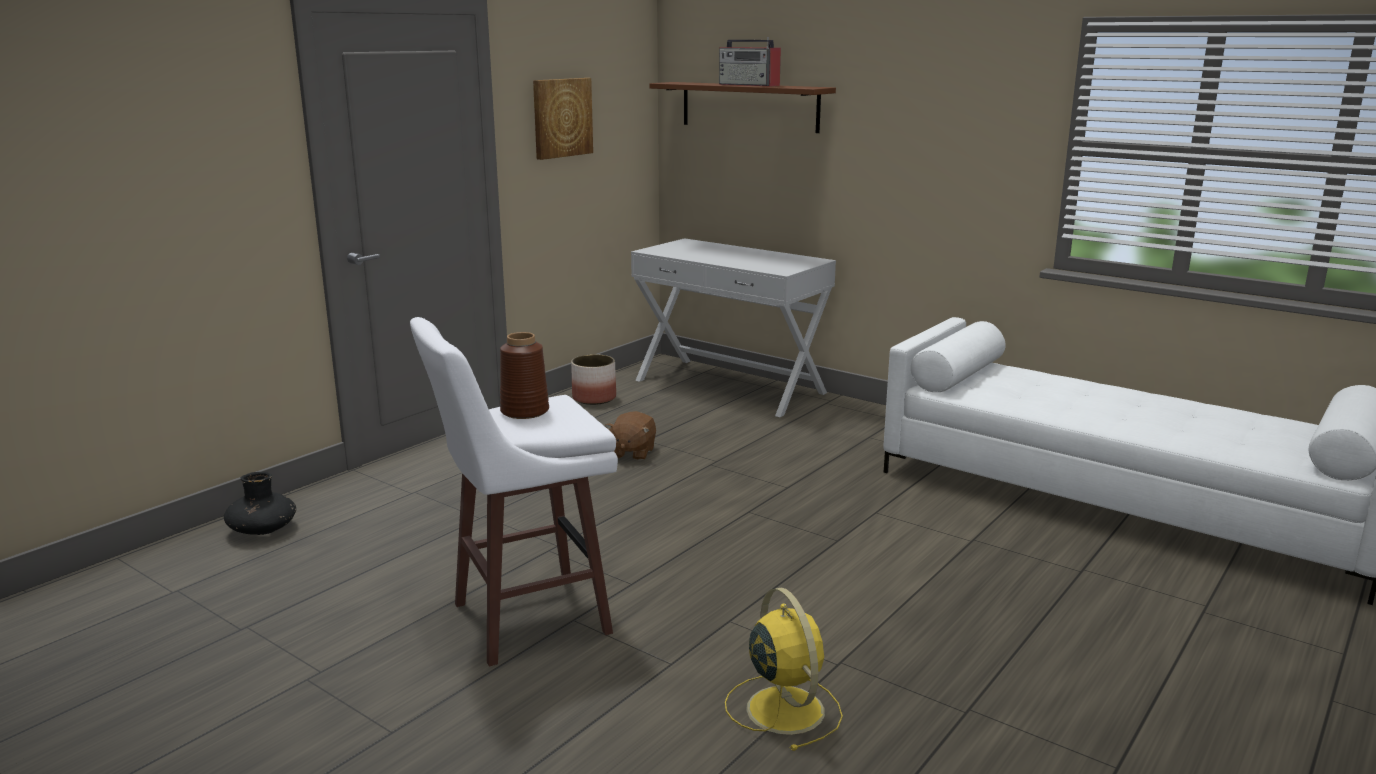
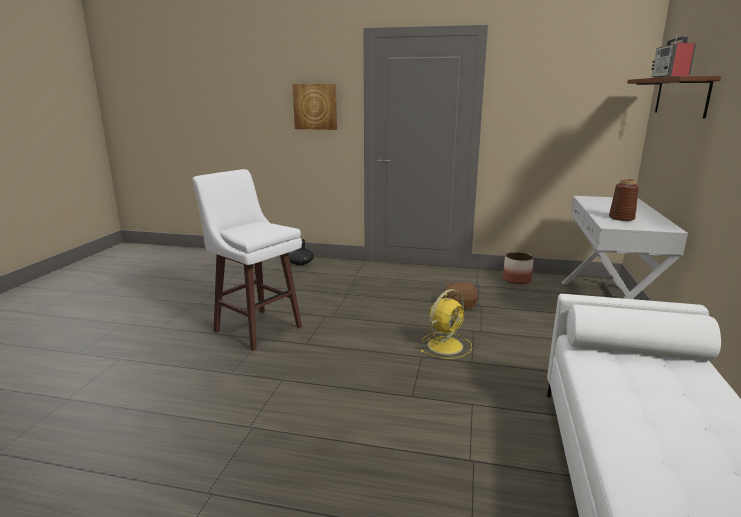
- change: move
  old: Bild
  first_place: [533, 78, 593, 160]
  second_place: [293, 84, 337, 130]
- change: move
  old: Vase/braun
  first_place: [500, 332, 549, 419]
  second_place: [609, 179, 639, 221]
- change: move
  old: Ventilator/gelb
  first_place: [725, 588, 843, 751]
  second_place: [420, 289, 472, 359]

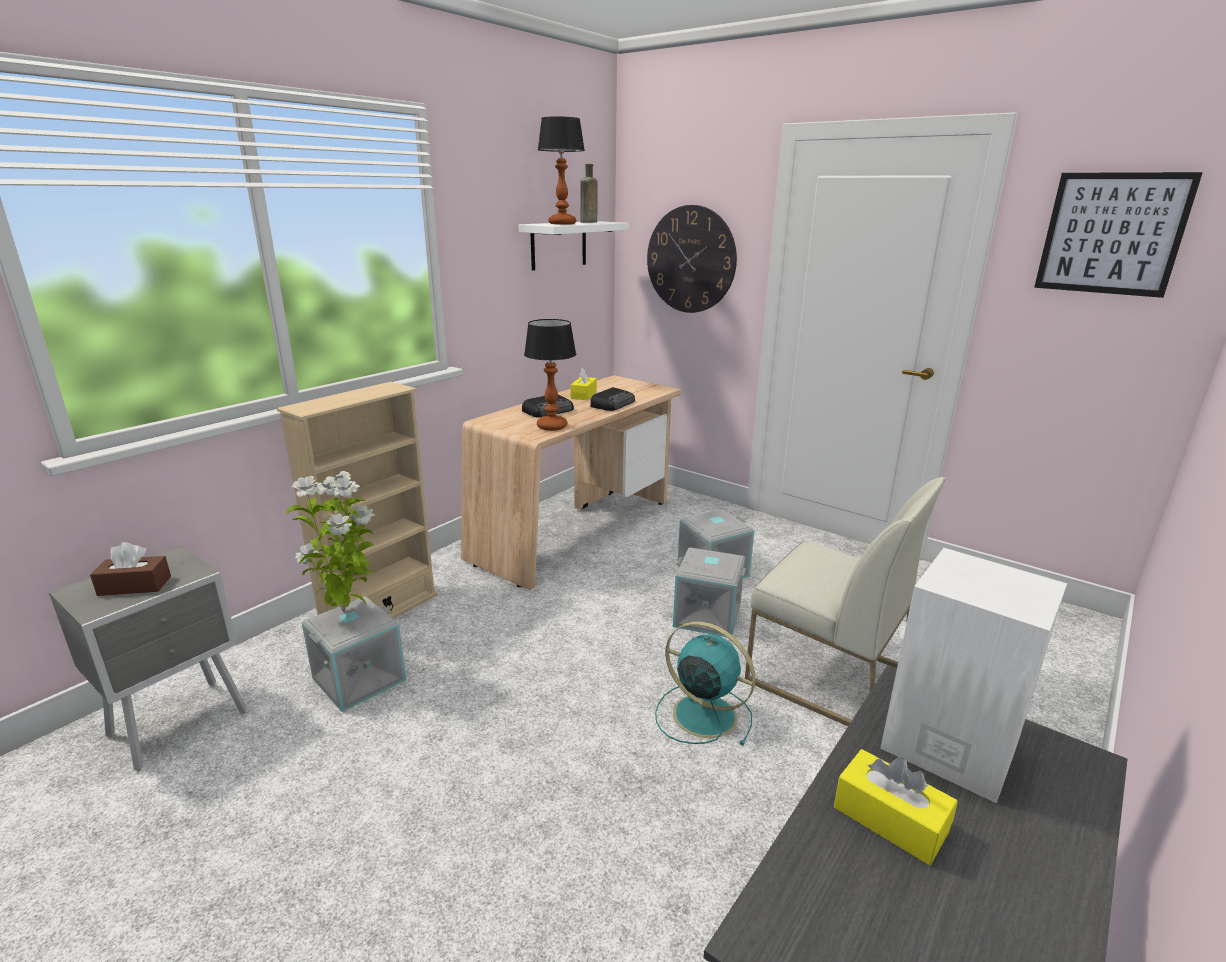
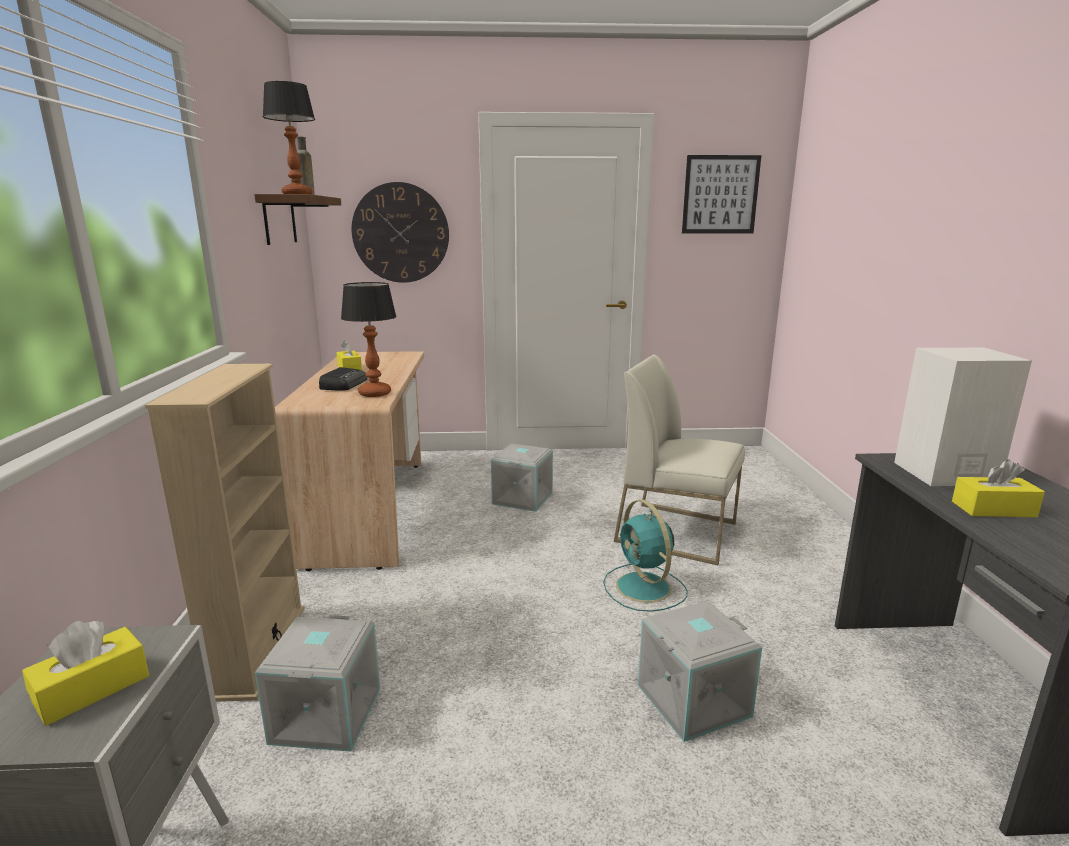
- change: recolor
  old: Wandregal/weiß
  new: Wandregal/braun
  first_place: [518, 221, 629, 271]
  second_place: [254, 194, 341, 245]
- change: delete
  old: Radio
  first_place: [590, 387, 635, 411]
- change: delete
  old: Topfpflanze
  first_place: [286, 471, 375, 613]
- change: rotate
  old: Stuhl/weiß
  first_place: [745, 477, 946, 726]
  second_place: [614, 354, 745, 565]
  degrees: -150
- change: recolor
  old: Taschentuchbox/braun
  new: Taschentuchbox/gelb
  first_place: [90, 542, 171, 596]
  second_place: [22, 621, 149, 726]
- change: move
  old: Aufbewahrungsbox/grau
  first_place: [673, 548, 746, 637]
  second_place: [638, 601, 762, 742]
- change: rotate
  old: Ventilator/türkis
  first_place: [655, 621, 756, 746]
  second_place: [603, 500, 688, 612]
  degrees: -105

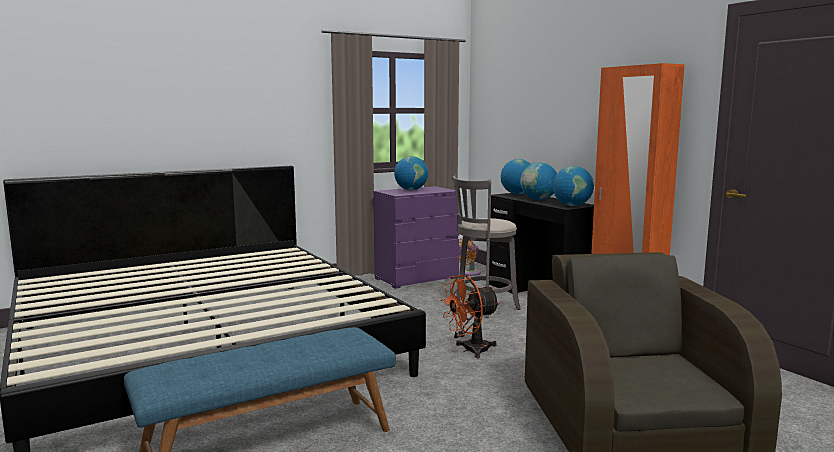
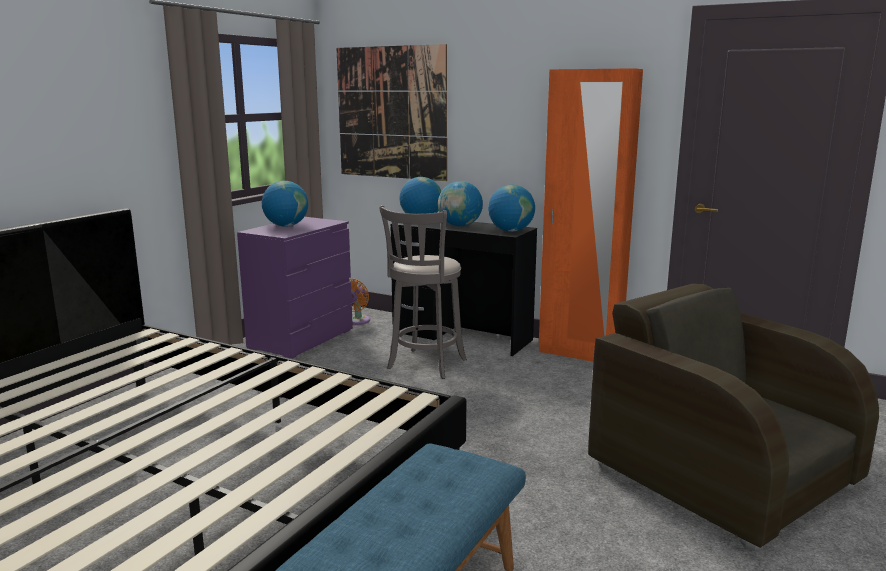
- change: delete
  old: Ventilator/orange
  first_place: [440, 275, 500, 358]
- change: insert
  new: Bild
  second_place: [337, 44, 447, 181]

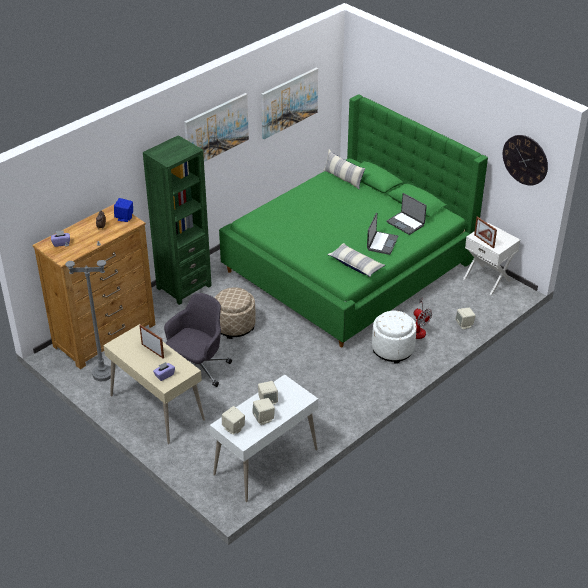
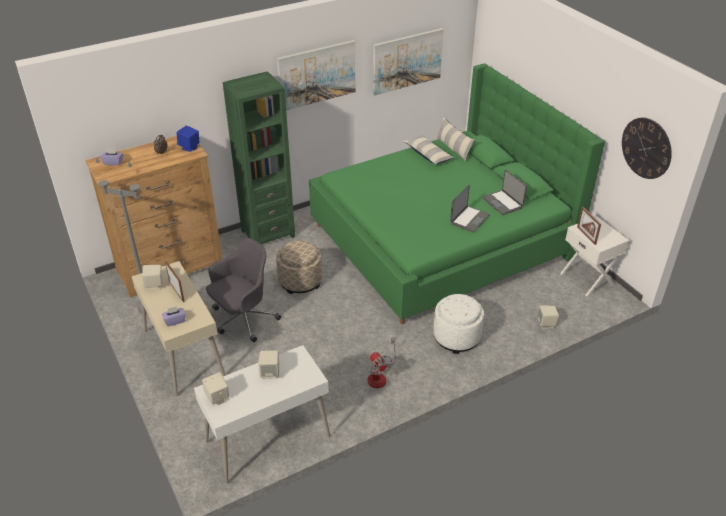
- change: move
  old: Kissen
  first_place: [327, 243, 385, 277]
  second_place: [403, 135, 454, 165]
- change: move
  old: Ventilator
  first_place: [413, 298, 432, 339]
  second_place: [368, 338, 396, 388]
- change: move
  old: Lautsprecher/beige
  first_place: [252, 398, 275, 425]
  second_place: [142, 265, 163, 291]

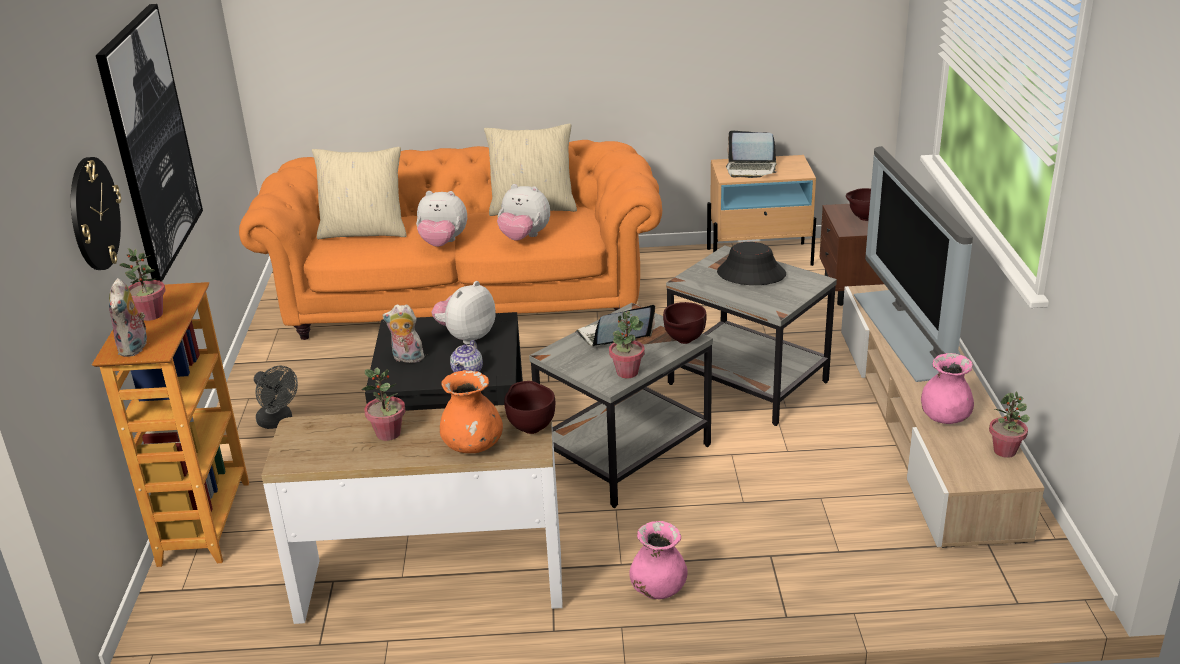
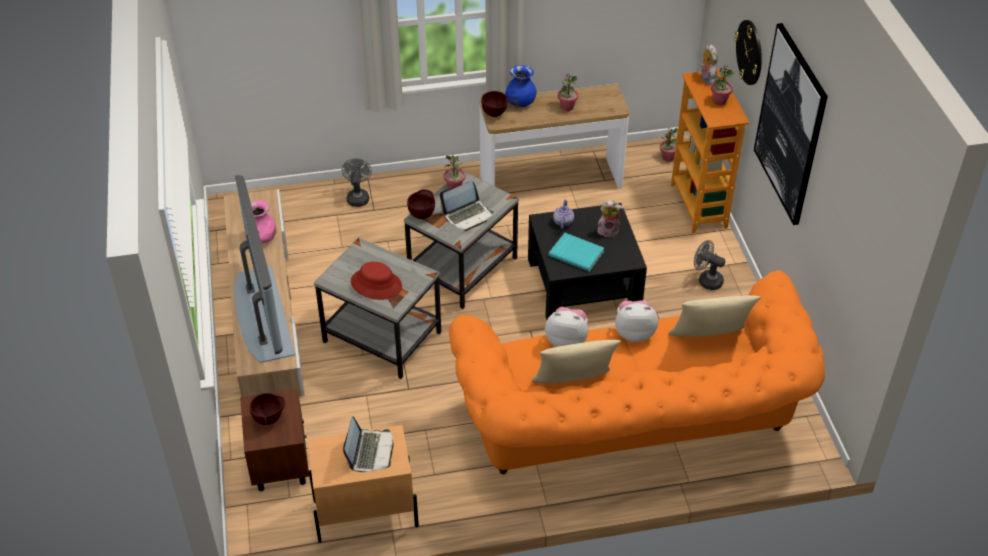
- change: rotate
  old: Laptop
  first_place: [726, 130, 777, 178]
  second_place: [343, 416, 394, 472]
  degrees: 90
- change: recolor
  old: Hut/schwarz
  new: Hut/rot
  first_place: [717, 242, 786, 285]
  second_place: [351, 261, 402, 300]
- change: replace
  old: Plüschtier
  new: Buch/türkis
  first_place: [432, 281, 496, 344]
  second_place: [549, 233, 604, 272]
- change: recolor
  old: Vase/orange
  new: Vase/blau
  first_place: [440, 370, 503, 453]
  second_place: [505, 65, 536, 107]
- change: move
  old: Topfpflanze
  first_place: [989, 391, 1030, 458]
  second_place: [660, 128, 678, 162]
- change: delete
  old: Vase/rosa
  first_place: [629, 521, 688, 599]
- change: insert
  new: Ventilator/grau
  second_place: [342, 158, 372, 207]

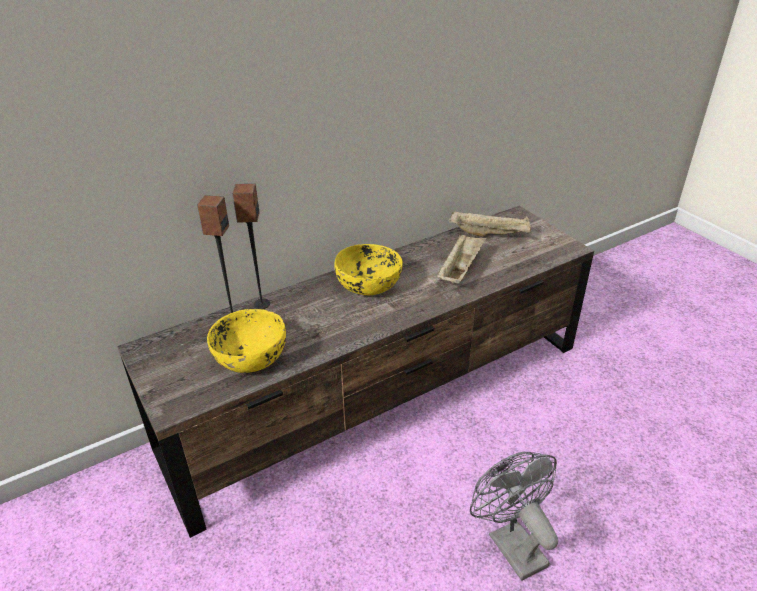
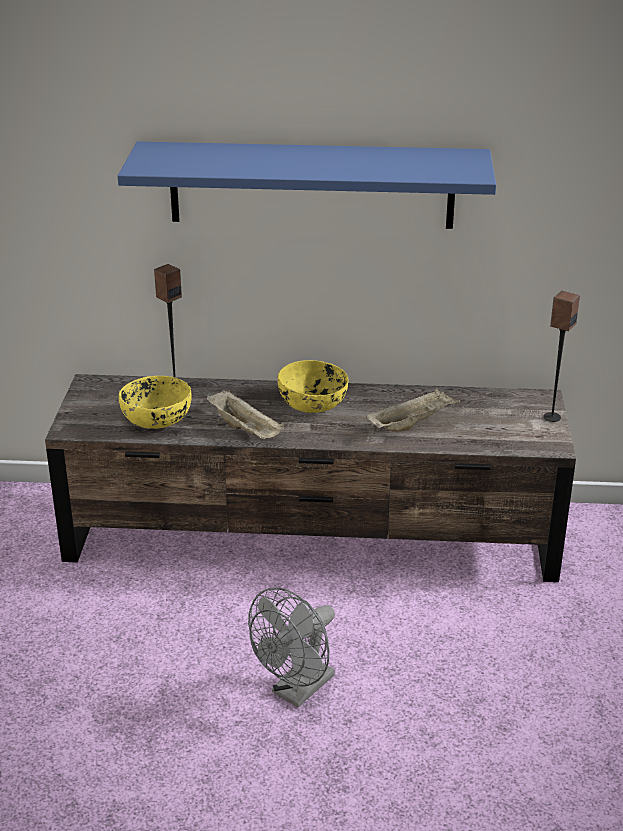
- change: move
  old: Lautsprecher
  first_place: [232, 184, 270, 309]
  second_place: [543, 291, 580, 422]
- change: move
  old: Tablett/beige
  first_place: [449, 211, 531, 237]
  second_place: [207, 390, 284, 439]
- change: rotate
  old: Ventilator/grau
  first_place: [470, 452, 558, 581]
  second_place: [248, 587, 335, 707]
  degrees: -150
- change: insert
  new: Wandregal/blau
  second_place: [117, 141, 496, 229]

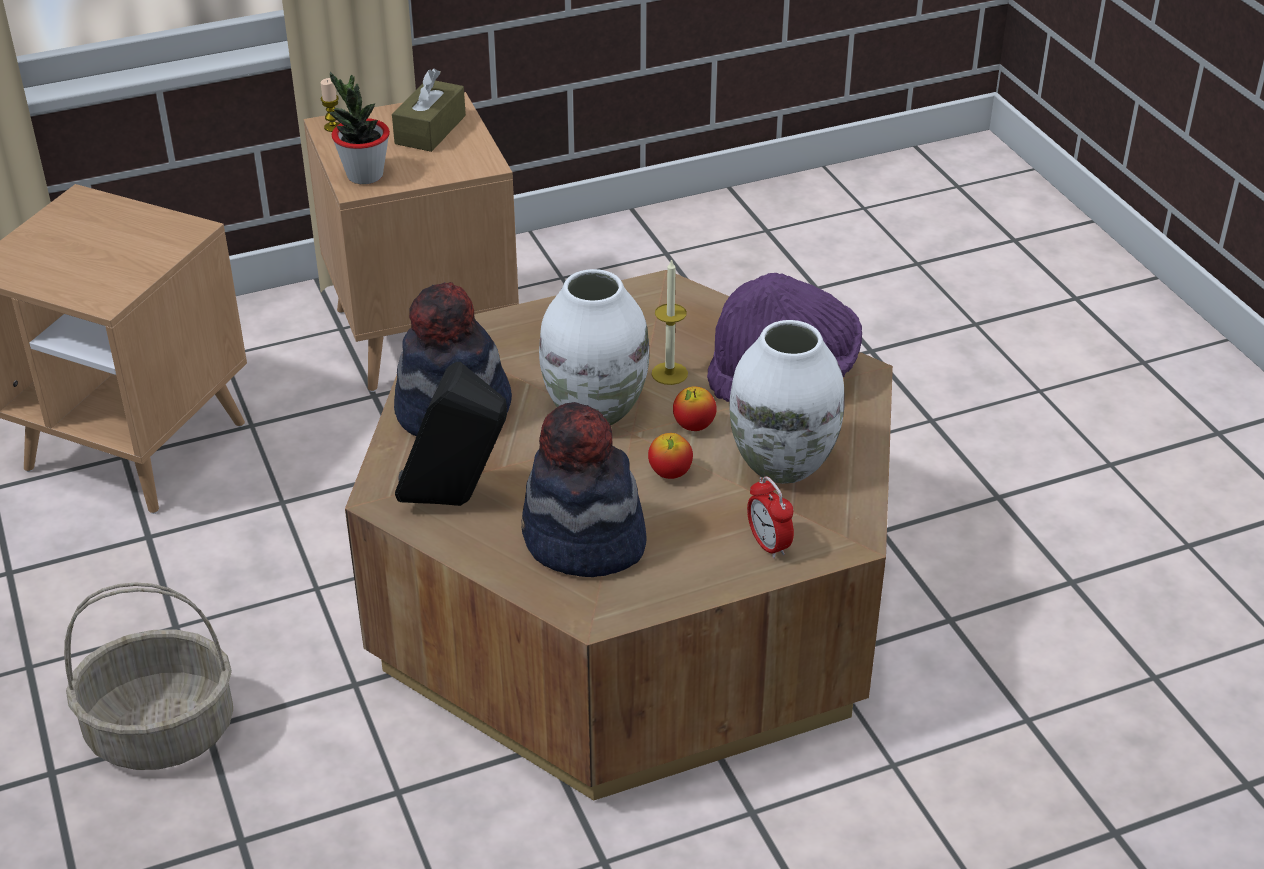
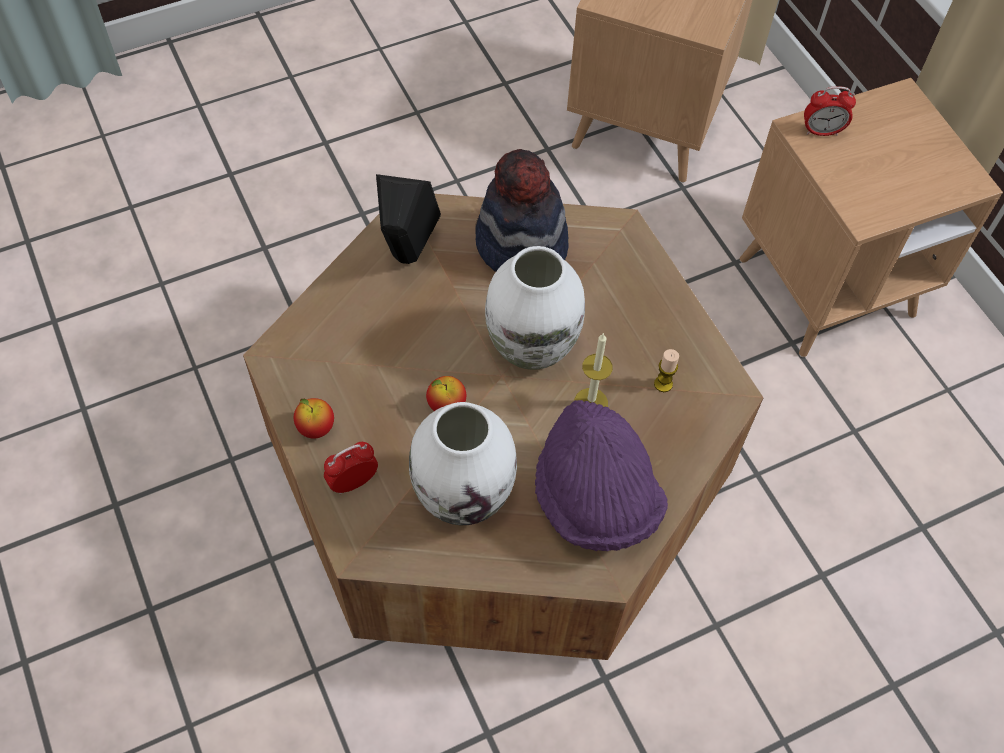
- change: delete
  old: Taschentuchbox/braun
  first_place: [392, 68, 466, 152]
- change: replace
  old: Topfpflanze
  new: Wecker
  first_place: [330, 72, 390, 184]
  second_place: [804, 86, 856, 136]
- change: move
  old: Kerze
  first_place: [321, 78, 340, 132]
  second_place: [654, 349, 679, 392]
- change: move
  old: Apfel
  first_place: [673, 386, 717, 431]
  second_place: [294, 398, 334, 439]
- change: delete
  old: Hut
  first_place: [521, 402, 647, 577]
- change: delete
  old: Korb
  first_place: [64, 582, 233, 770]

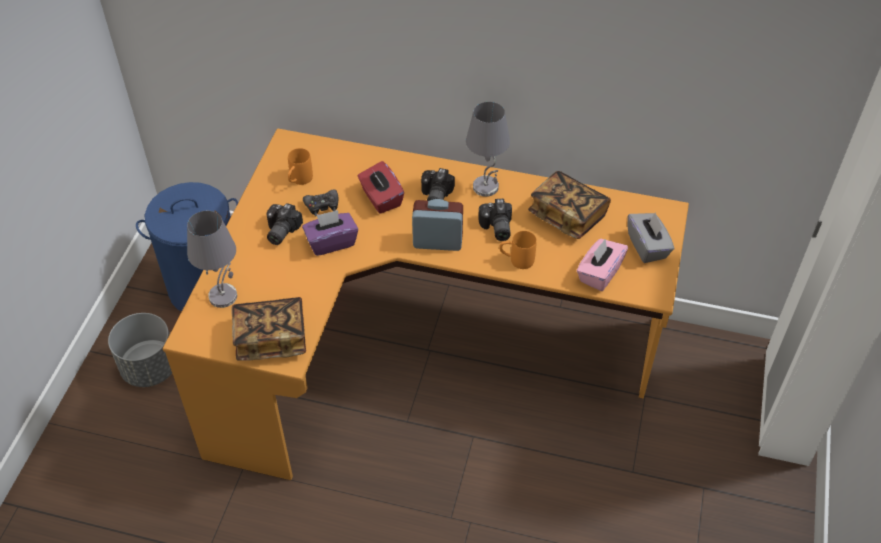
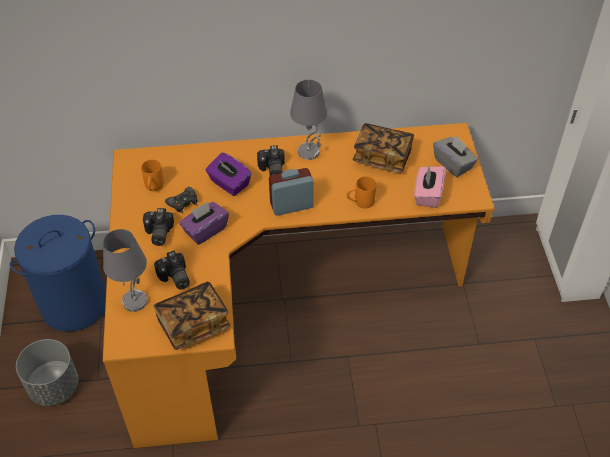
- change: recolor
  old: Taschentuchbox/rot
  new: Taschentuchbox/lila
  first_place: [358, 161, 404, 214]
  second_place: [205, 153, 252, 196]
- change: move
  old: Kamera
  first_place: [478, 199, 512, 241]
  second_place: [154, 250, 190, 289]

